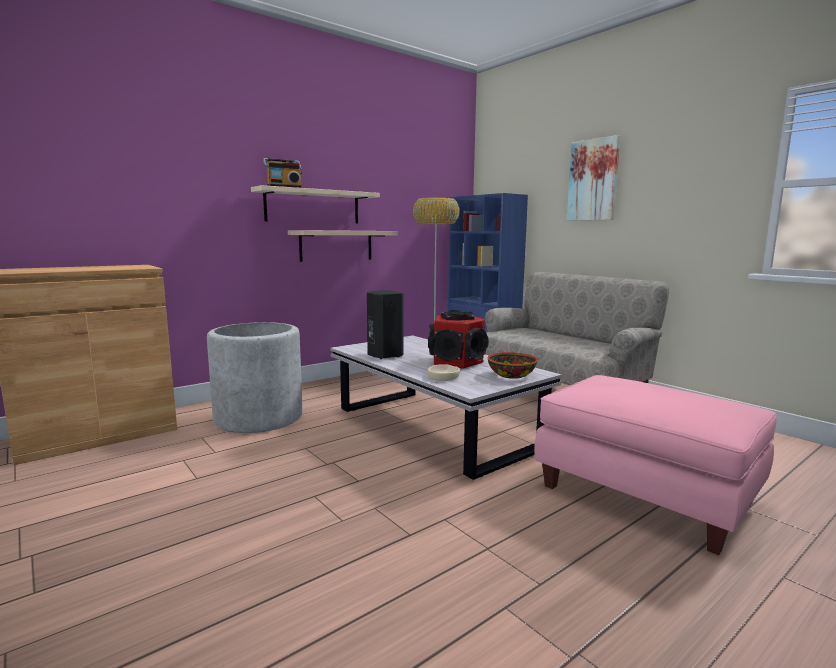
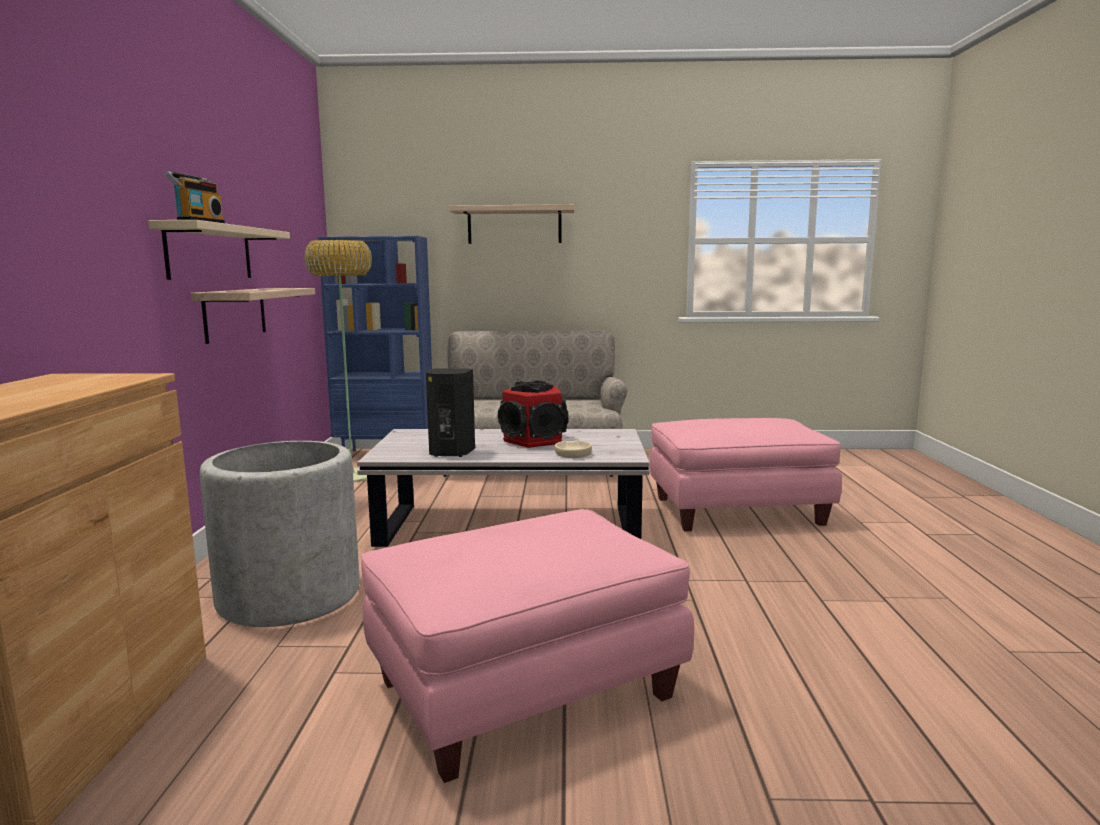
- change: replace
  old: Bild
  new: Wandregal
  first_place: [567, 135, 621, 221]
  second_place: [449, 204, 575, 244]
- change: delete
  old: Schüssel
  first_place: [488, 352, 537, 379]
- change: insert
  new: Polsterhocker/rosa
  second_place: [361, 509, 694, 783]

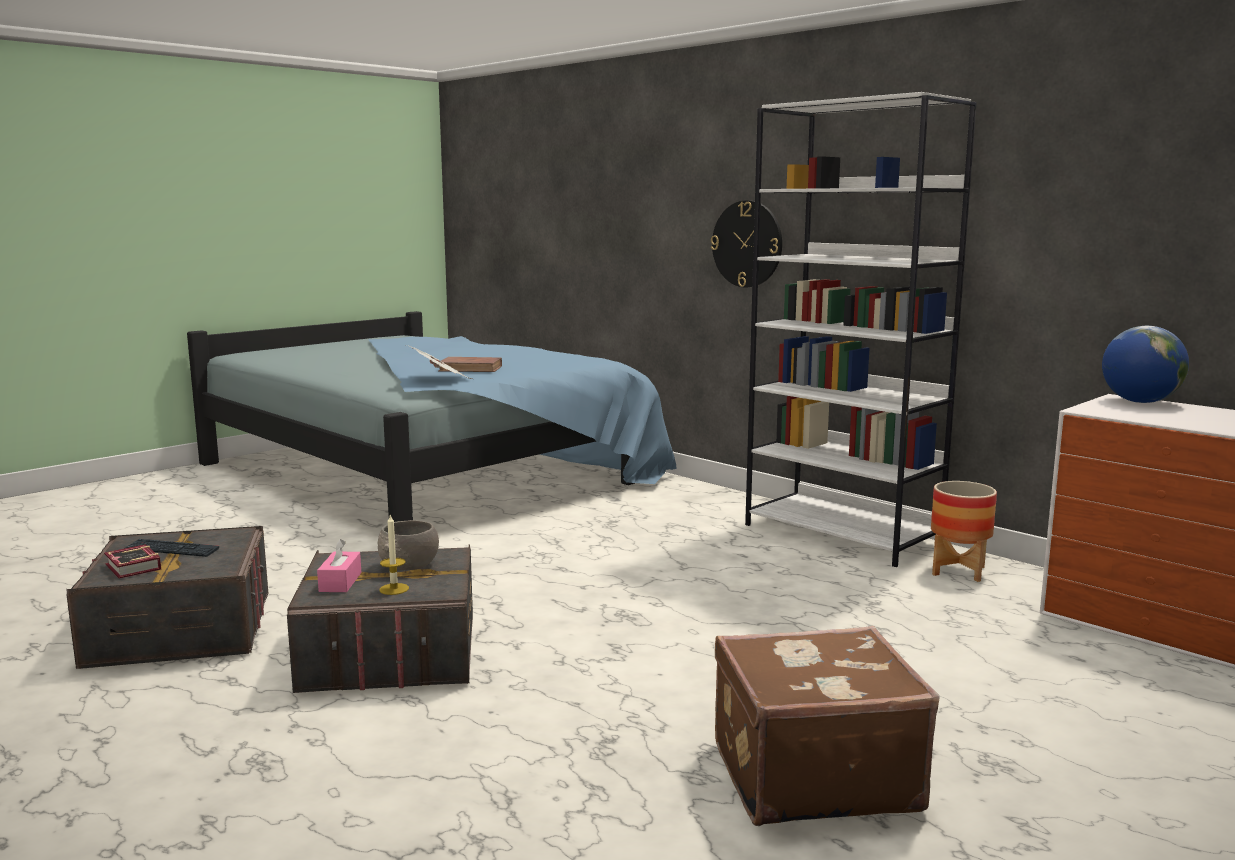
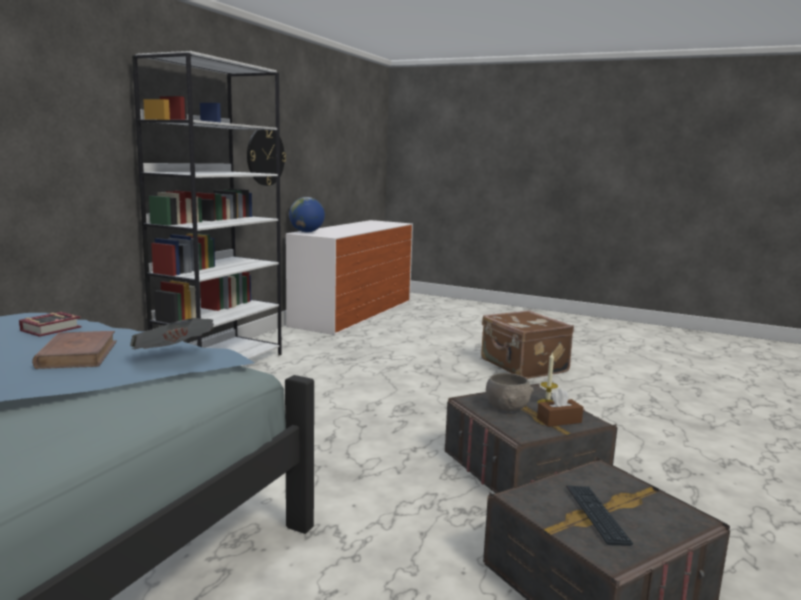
- change: move
  old: Wanduhr
  first_place: [711, 200, 782, 288]
  second_place: [247, 130, 286, 186]
- change: delete
  old: Pflanzkübel
  first_place: [931, 481, 997, 582]
- change: recolor
  old: Taschentuchbox/rosa
  new: Taschentuchbox/braun
  first_place: [317, 539, 361, 592]
  second_place: [537, 388, 583, 427]
- change: move
  old: Buch
  first_place: [104, 544, 161, 579]
  second_place: [19, 312, 81, 337]

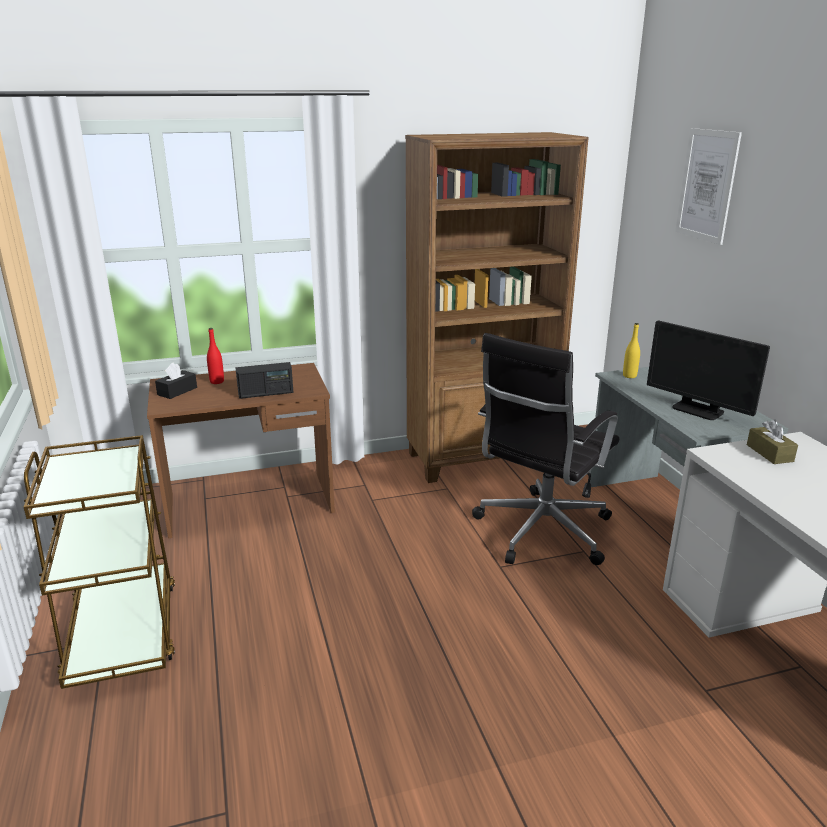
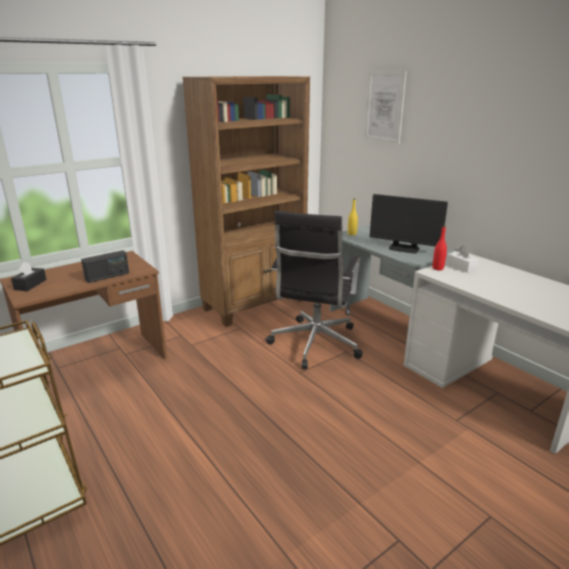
- change: move
  old: Flasche/rot
  first_place: [207, 328, 224, 384]
  second_place: [433, 226, 447, 270]
- change: recolor
  old: Taschentuchbox/braun
  new: Taschentuchbox/weiß
  first_place: [747, 419, 798, 464]
  second_place: [446, 245, 479, 273]

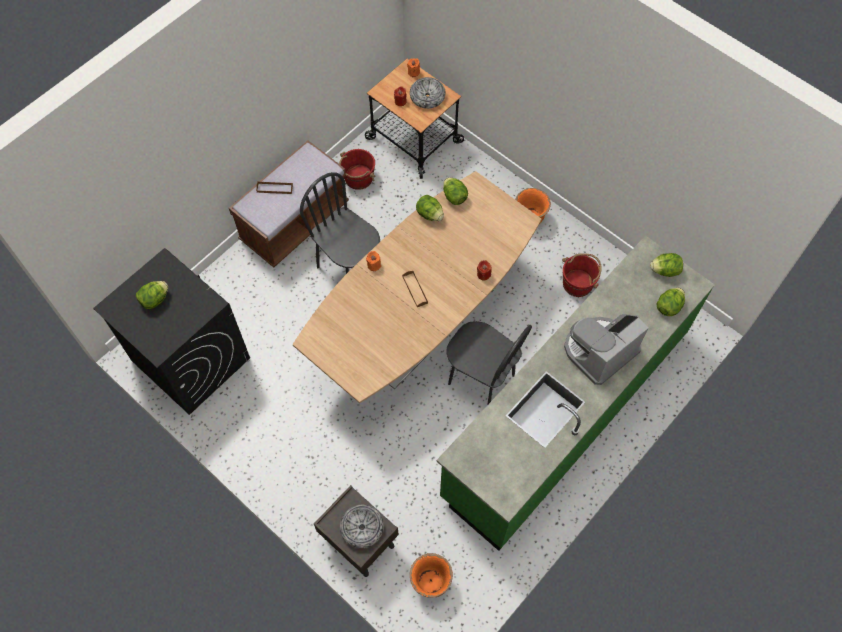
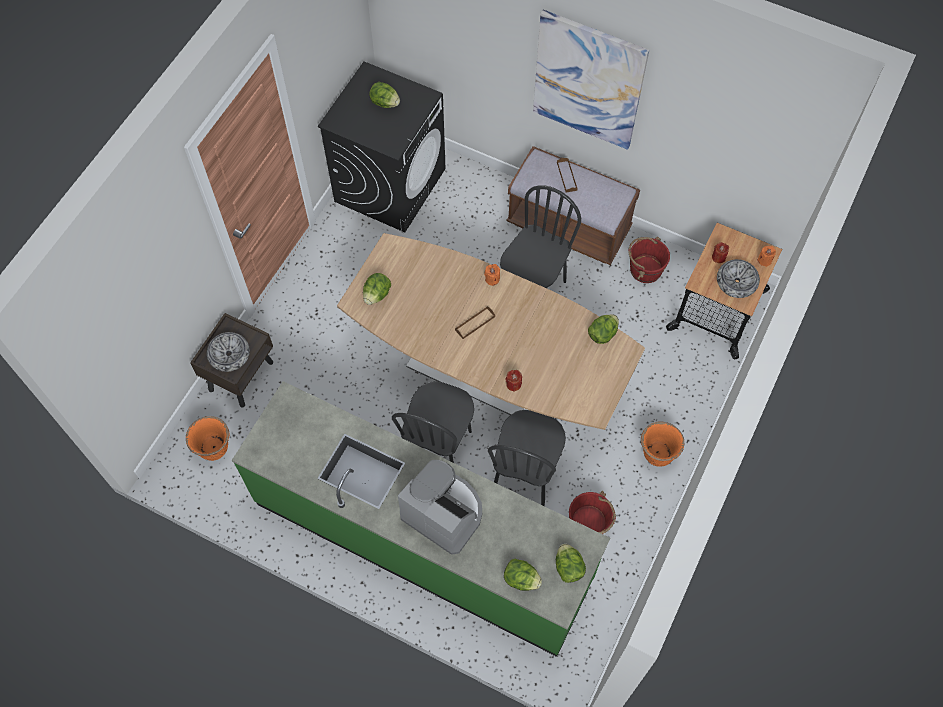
- change: move
  old: Salatkopf
  first_place: [416, 195, 444, 221]
  second_place: [363, 273, 391, 305]
- change: insert
  new: Bild
  second_place: [533, 10, 649, 150]
- change: insert
  new: Stuhl/schwarz
  second_place: [488, 410, 566, 506]

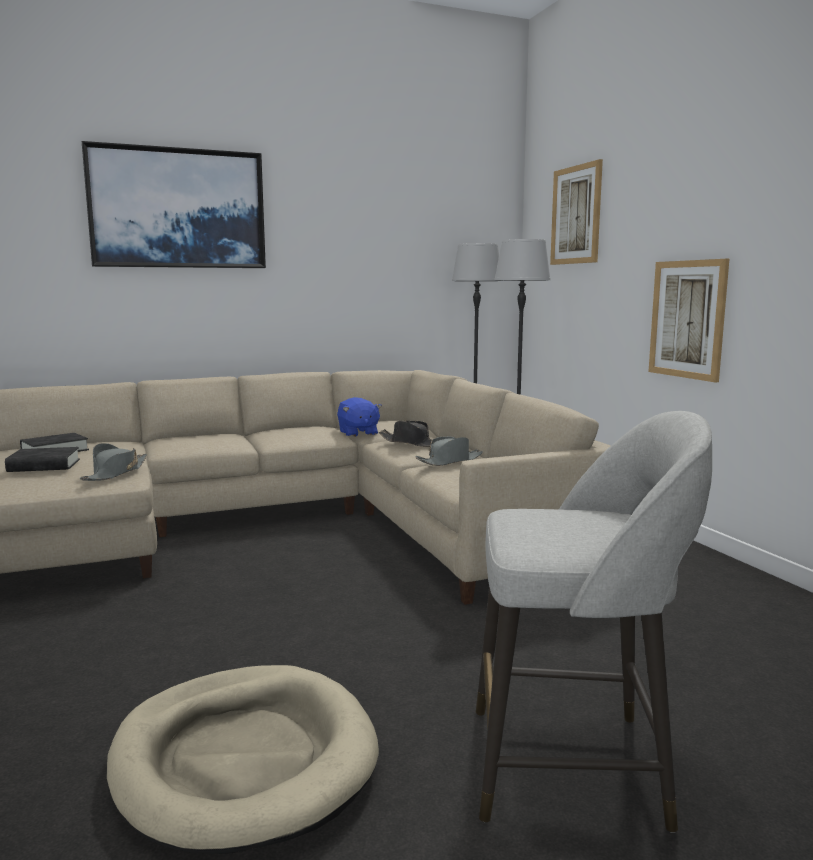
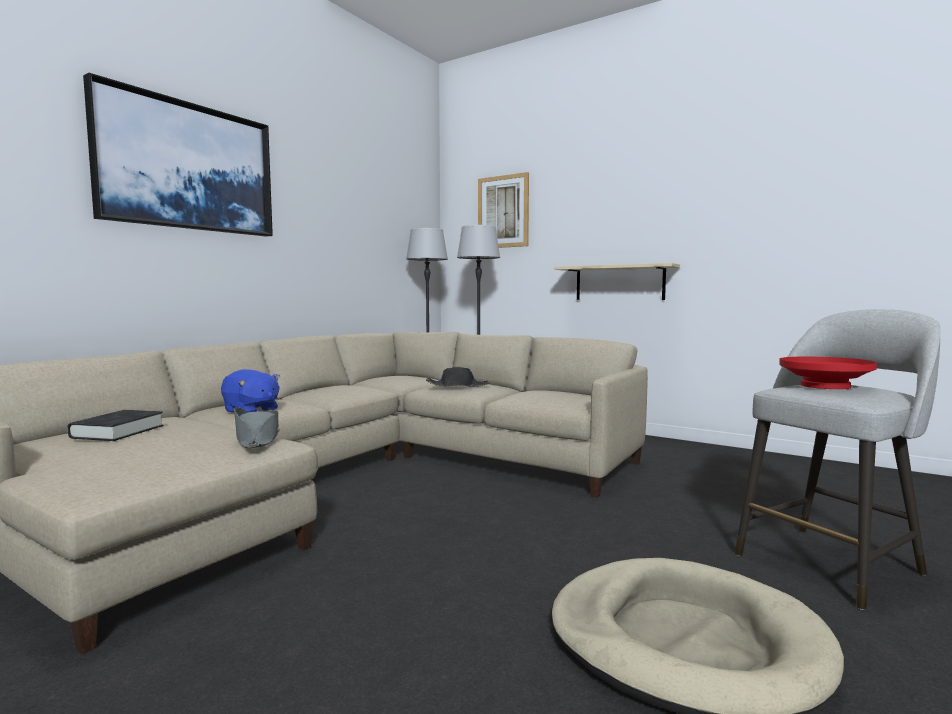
- change: replace
  old: Bild
  new: Wandregal/beige
  first_place: [648, 259, 729, 382]
  second_place: [554, 263, 680, 300]
- change: move
  old: Plüschtier/blau
  first_place: [337, 397, 382, 437]
  second_place: [221, 369, 280, 412]
- change: delete
  old: Hut/grau
  first_place: [415, 436, 483, 466]
- change: delete
  old: Buch/schwarz
  first_place: [5, 447, 80, 472]
- change: insert
  new: Schüssel/rot
  second_place: [779, 357, 877, 389]

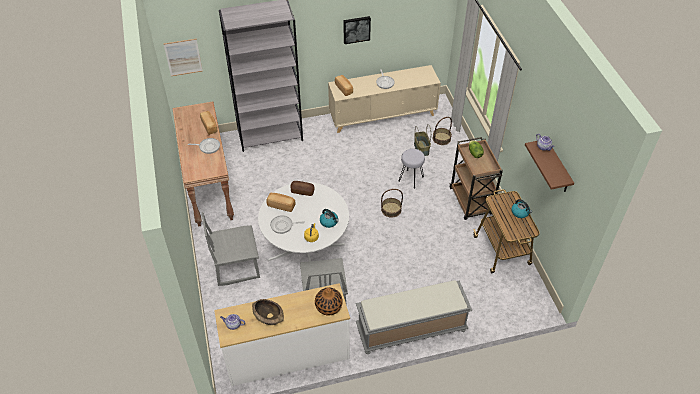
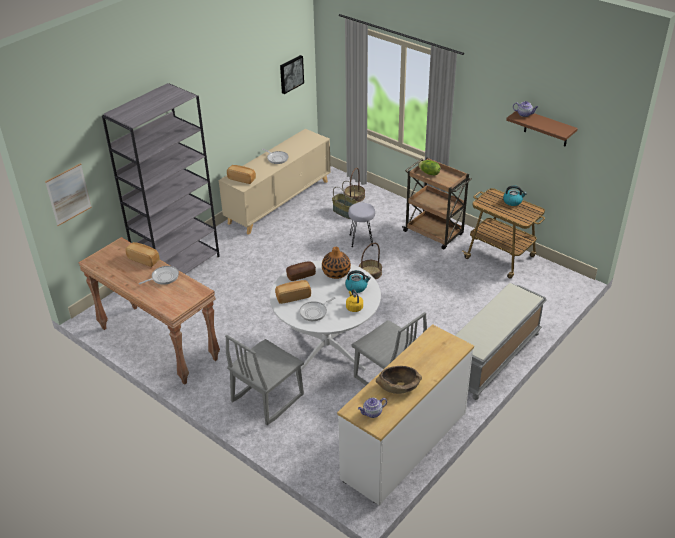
- change: move
  old: Bild
  first_place: [344, 16, 371, 44]
  second_place: [280, 55, 304, 94]
- change: move
  old: Vase
  first_place: [315, 288, 343, 315]
  second_place: [322, 247, 351, 279]

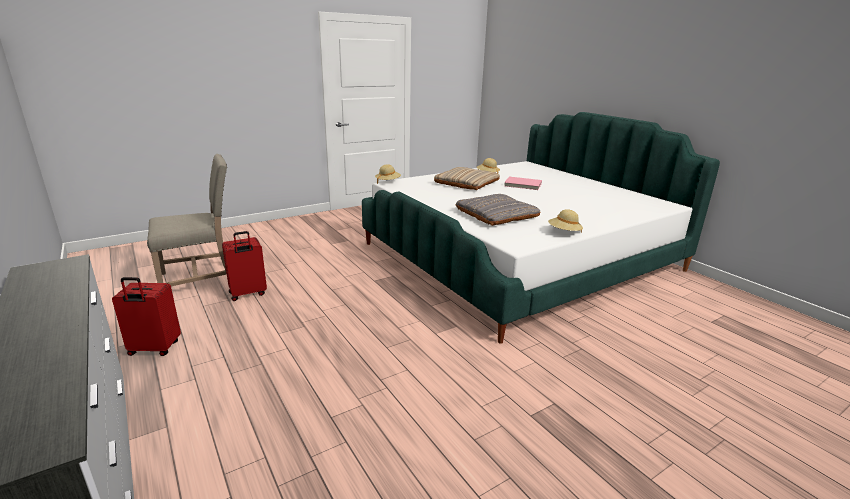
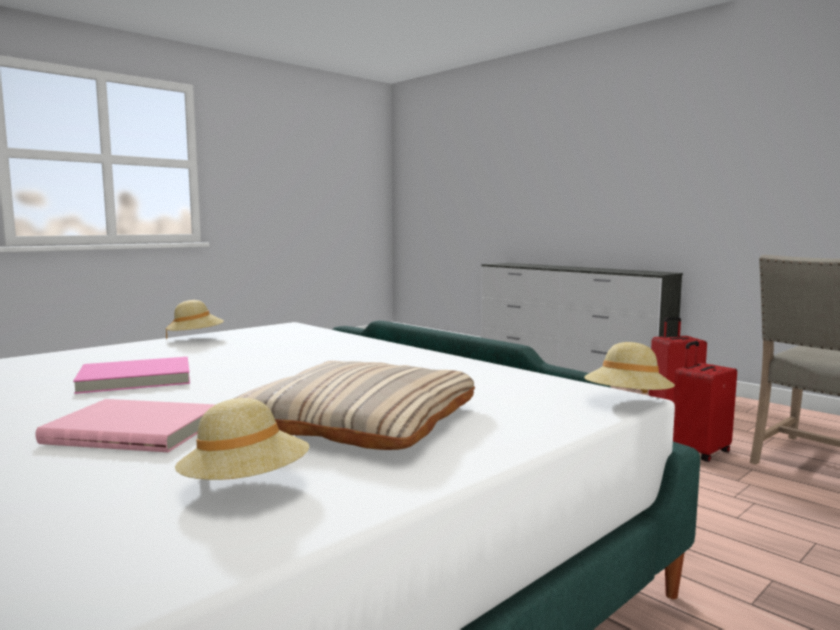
- change: delete
  old: Kissen/grau
  first_place: [455, 194, 541, 226]
- change: insert
  new: Buch/rosa
  second_place: [73, 357, 190, 394]

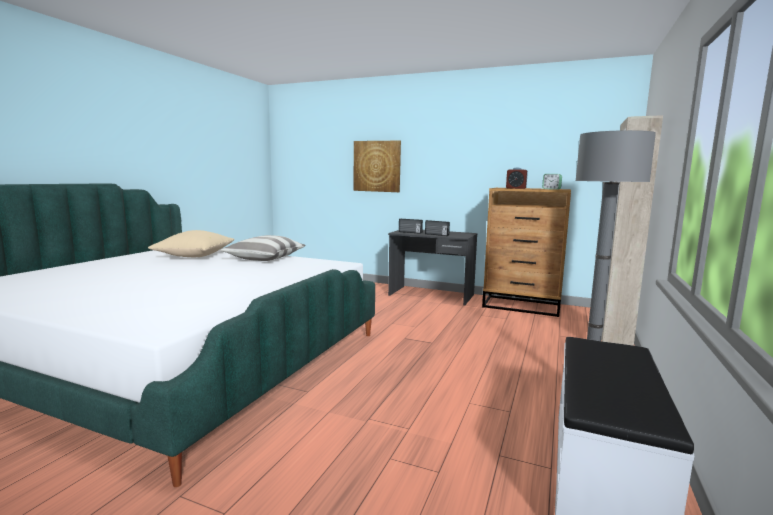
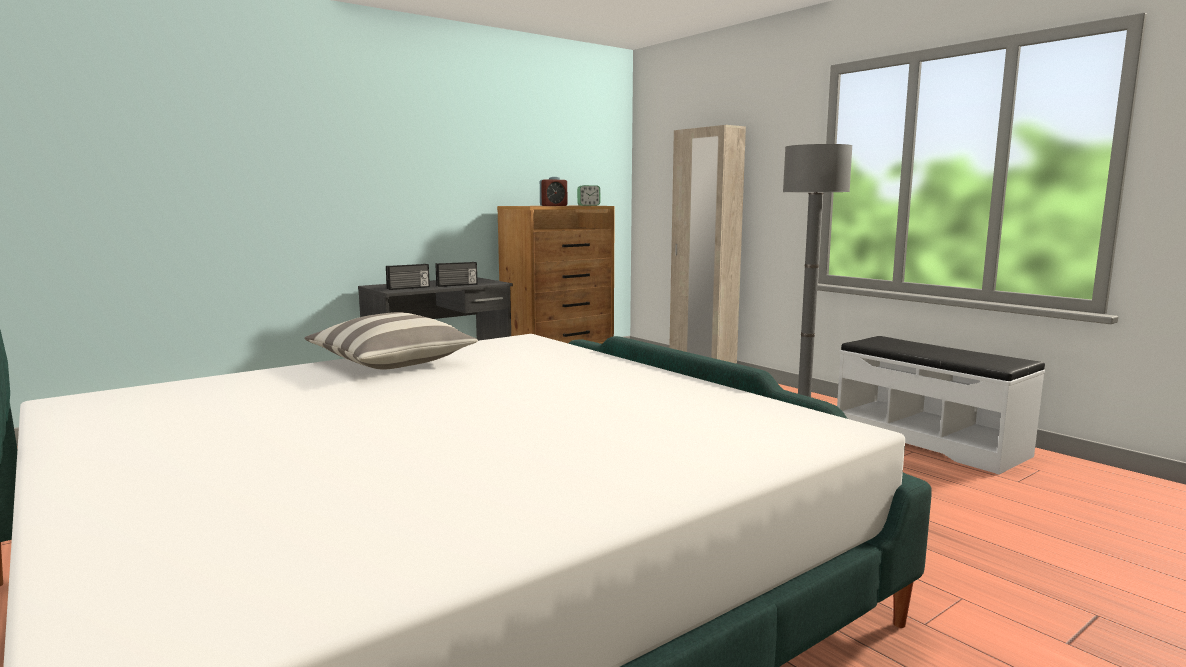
- change: delete
  old: Bild
  first_place: [354, 141, 401, 192]
- change: delete
  old: Kissen/beige
  first_place: [148, 230, 234, 257]

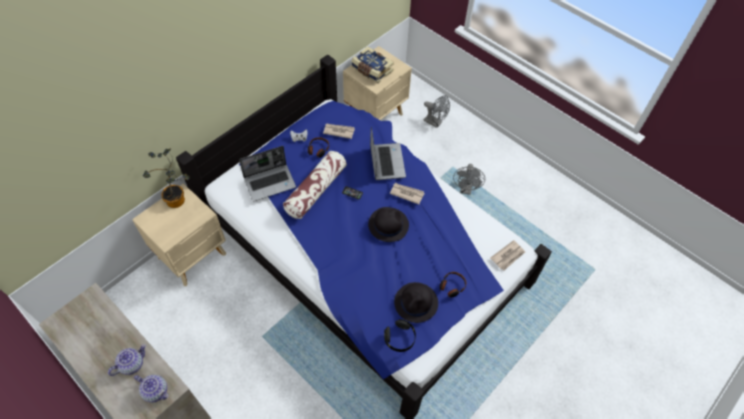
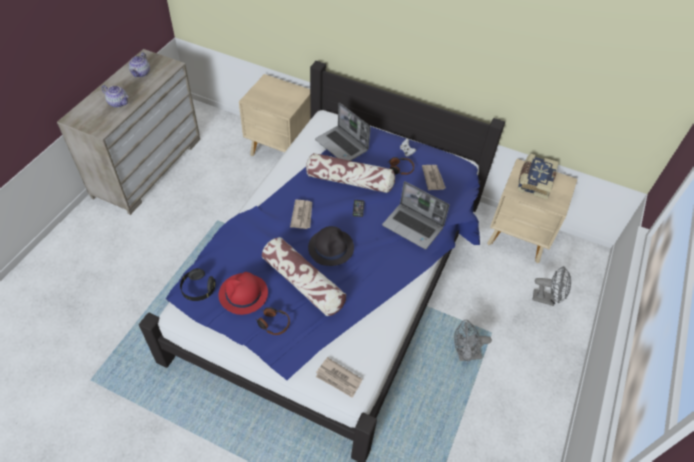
- change: rotate
  old: Ventilator/grau
  first_place: [424, 95, 450, 128]
  second_place: [533, 266, 571, 306]
  degrees: -90
- change: rotate
  old: Laptop
  first_place: [370, 127, 406, 180]
  second_place: [382, 181, 449, 249]
  degrees: 60
- change: delete
  old: Topfpflanze
  first_place: [143, 149, 190, 208]
- change: move
  old: Zeitung
  first_place: [390, 183, 425, 204]
  second_place: [290, 200, 312, 229]
- change: recolor
  old: Hut/schwarz
  new: Hut/rot
  first_place: [394, 282, 438, 323]
  second_place: [218, 272, 268, 315]
- change: move
  old: Teekanne
  first_place: [134, 375, 169, 402]
  second_place: [129, 52, 150, 77]
- change: insert
  new: Kissen
  second_place: [262, 237, 346, 316]

